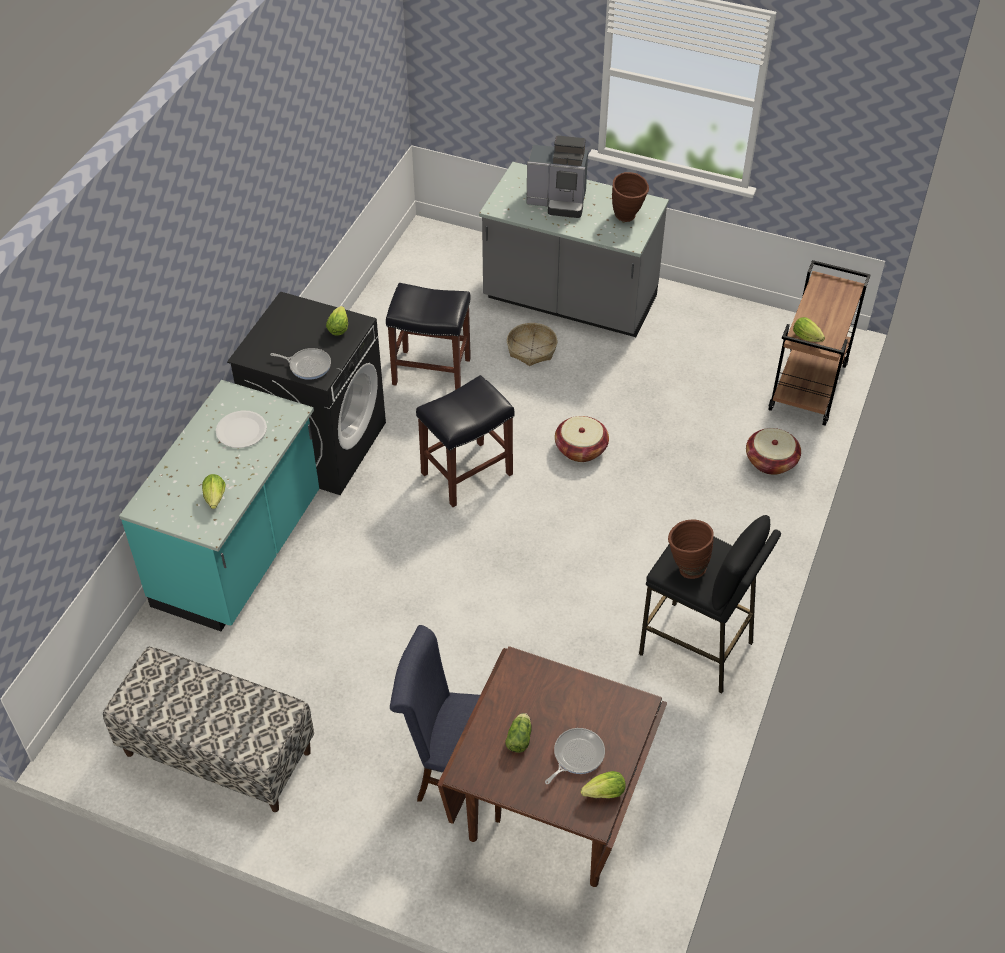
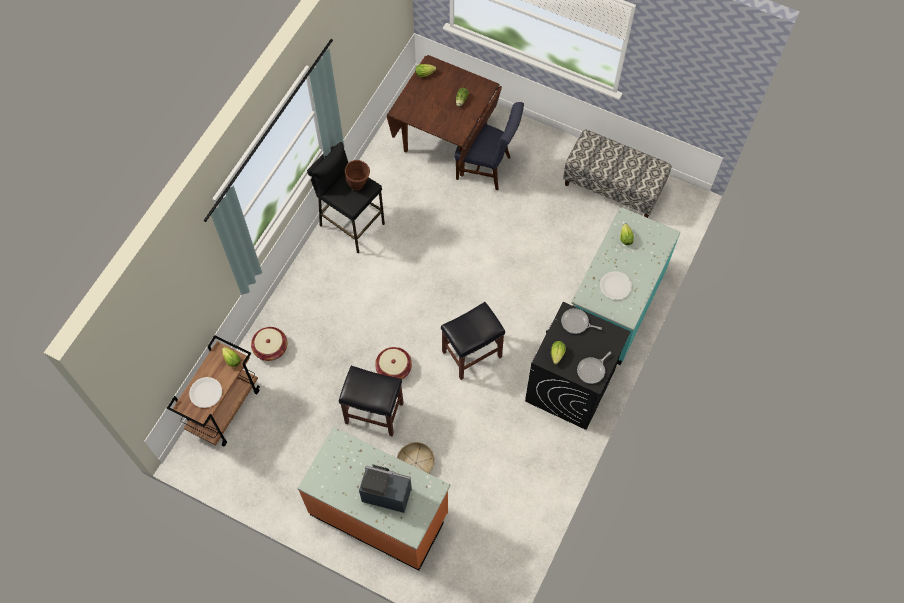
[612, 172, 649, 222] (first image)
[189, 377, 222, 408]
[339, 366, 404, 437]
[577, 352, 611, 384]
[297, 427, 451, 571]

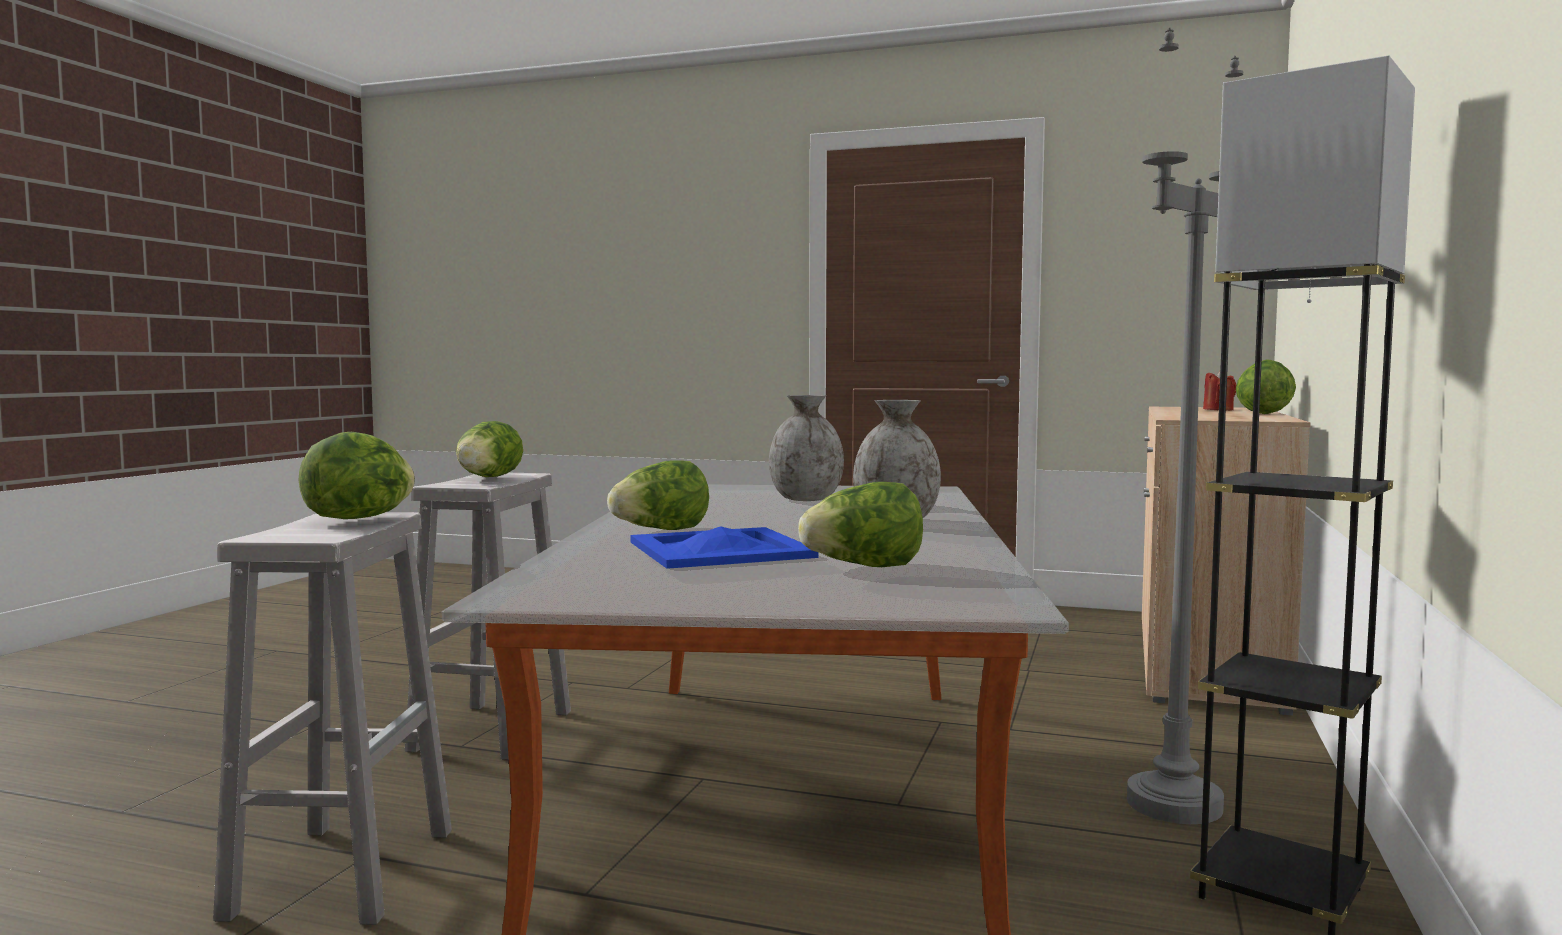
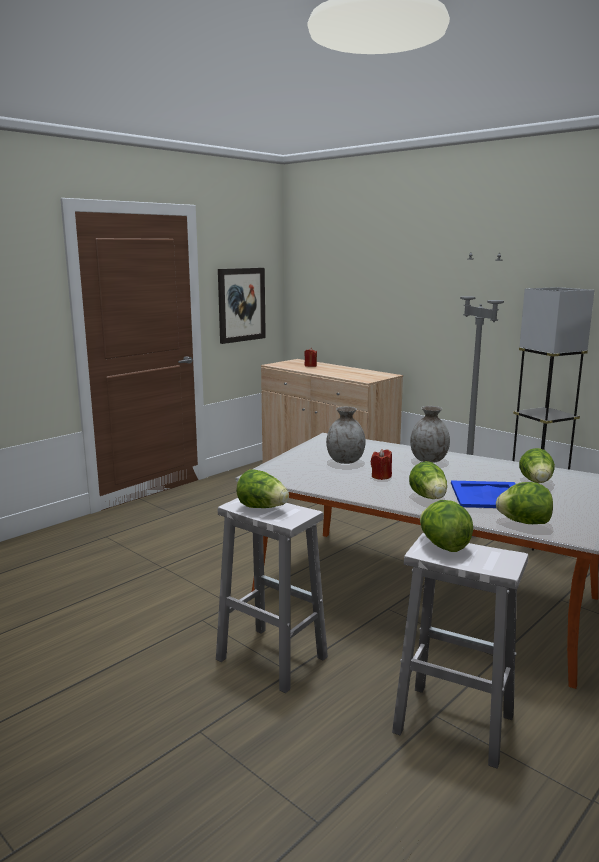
[218, 268, 266, 344]
[371, 449, 392, 480]
[496, 482, 553, 524]

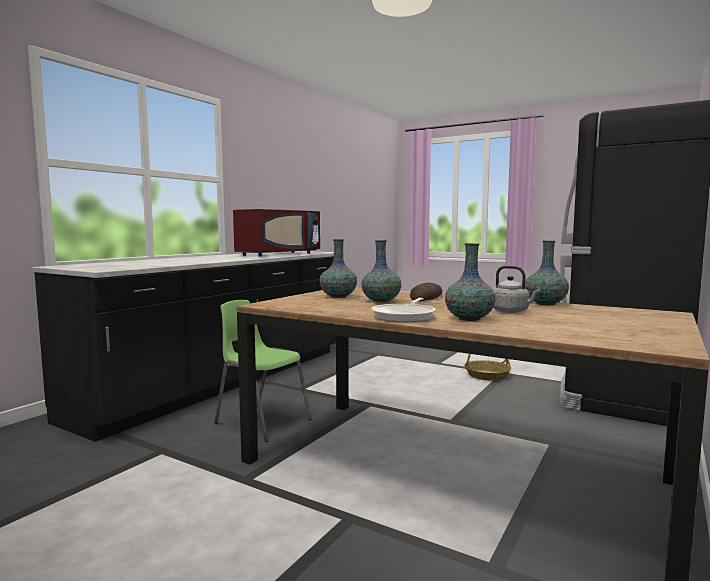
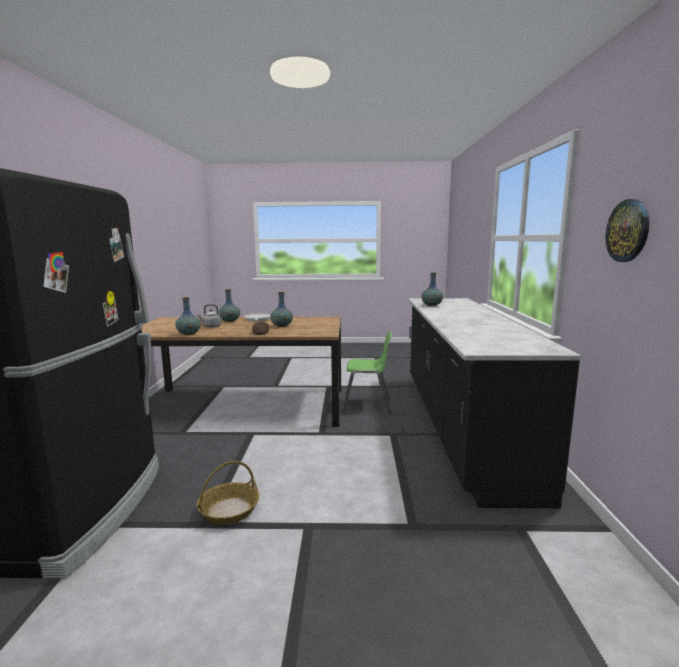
[233, 209, 320, 257] (first image)
[605, 199, 649, 262]
[421, 273, 443, 306]

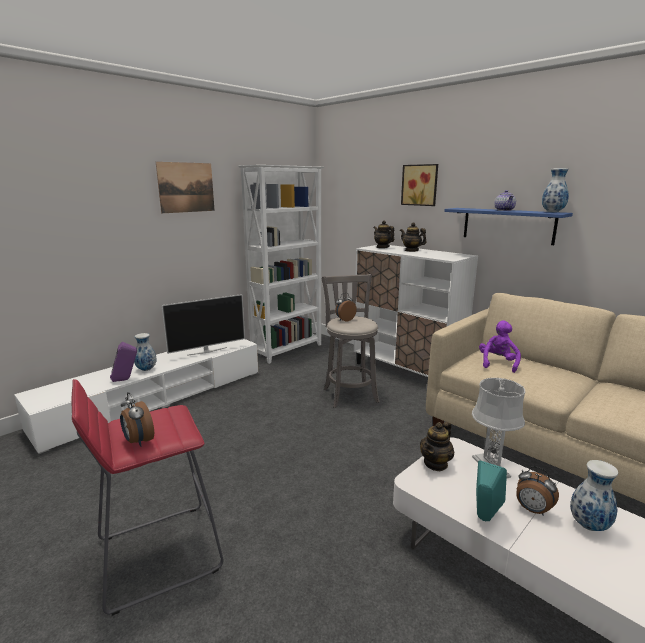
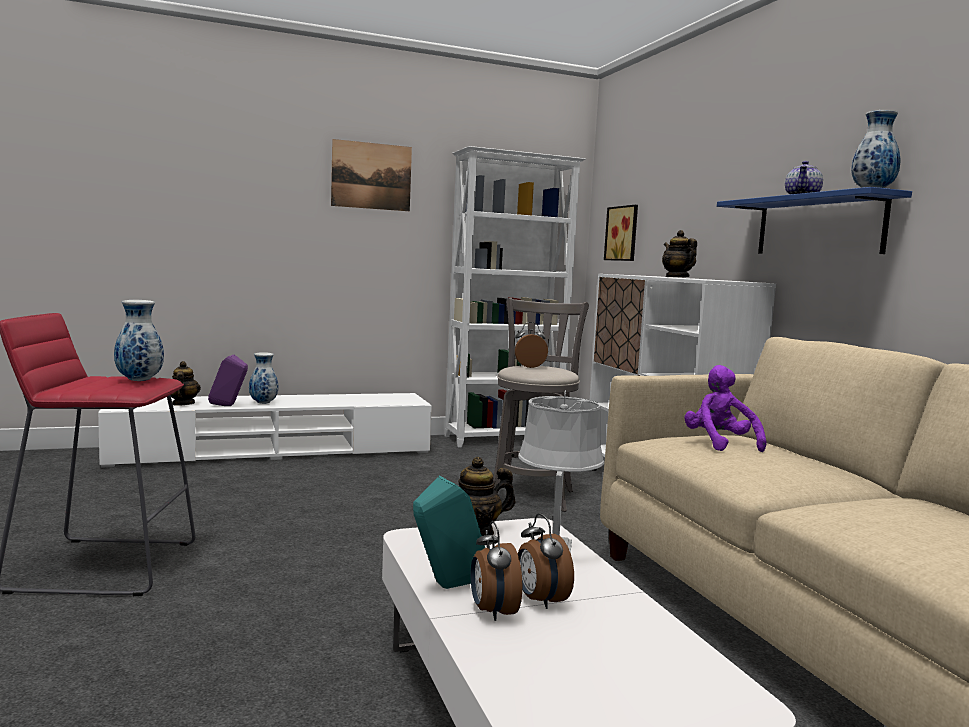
[162, 294, 245, 356] (first image)
[471, 521, 522, 621]
[171, 361, 201, 406]
[604, 205, 638, 261]
[114, 300, 164, 381]
[684, 365, 767, 452]

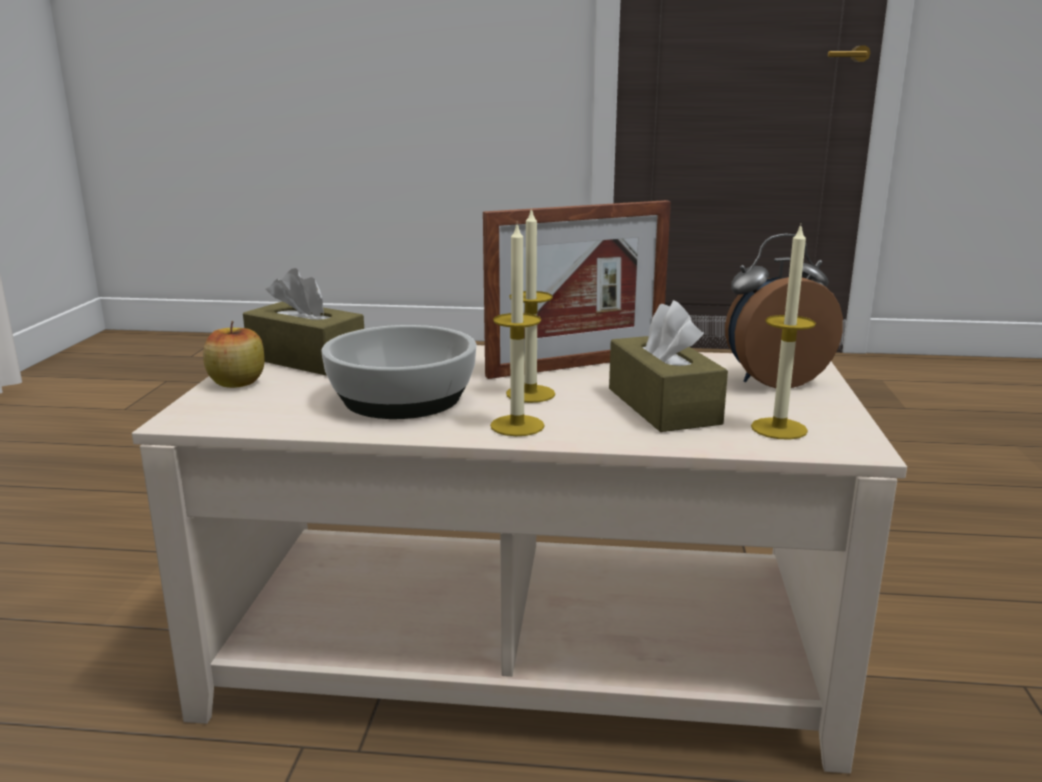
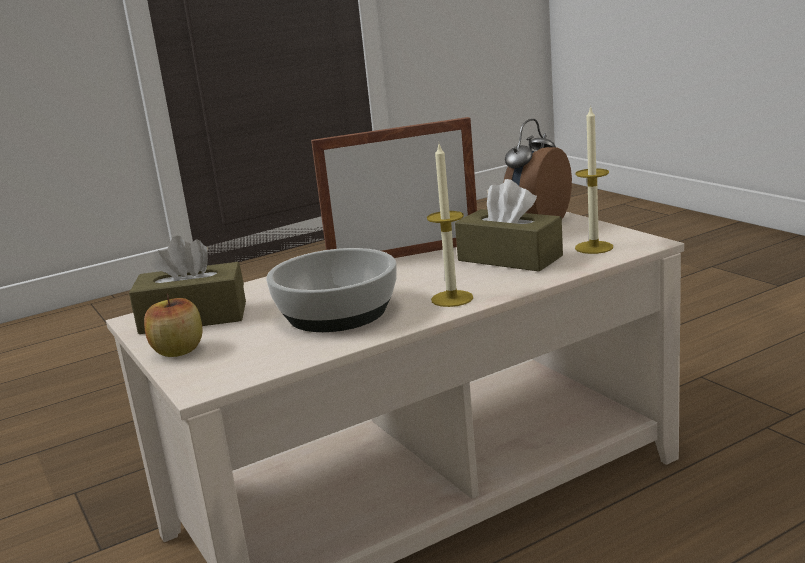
[506, 207, 555, 403] (first image)
[311, 117, 477, 258]

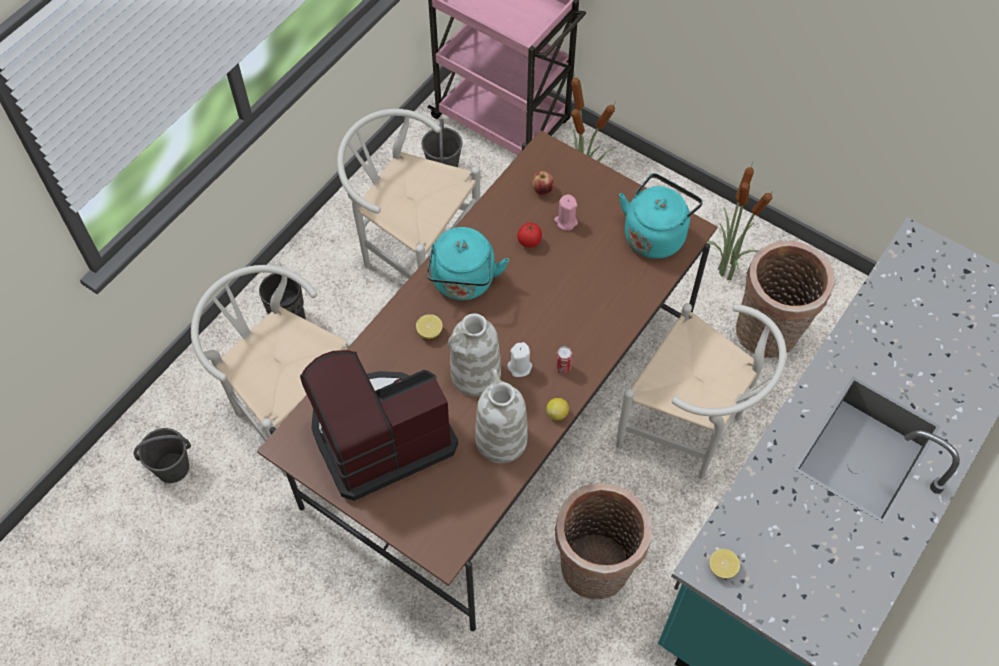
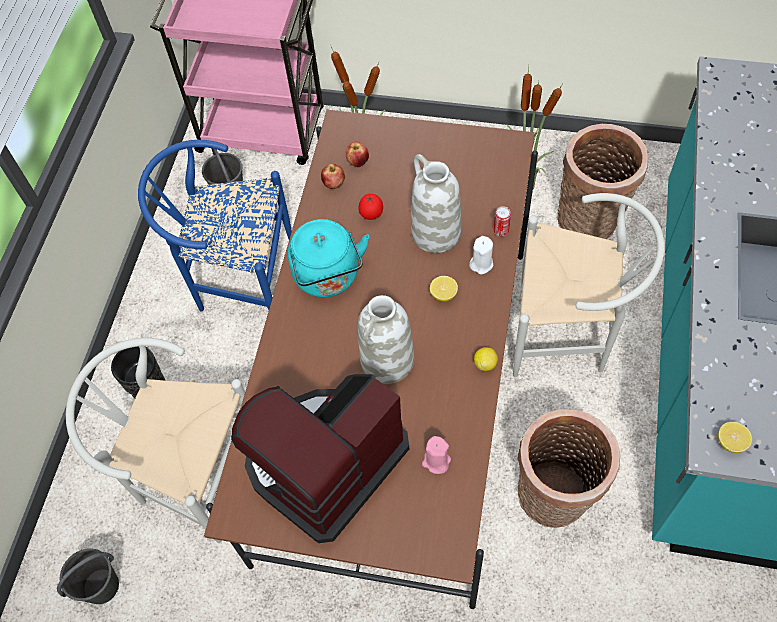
[619, 173, 703, 259] (first image)
[321, 164, 345, 189]
[430, 276, 458, 301]
[411, 154, 461, 253]
[469, 236, 493, 274]
[422, 436, 451, 474]
[494, 206, 511, 237]
[138, 140, 292, 311]

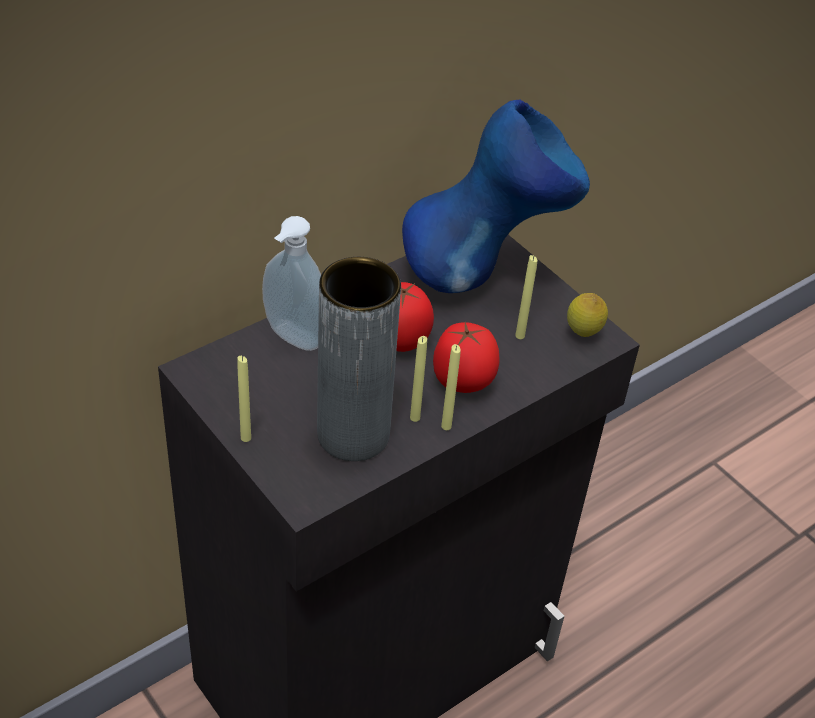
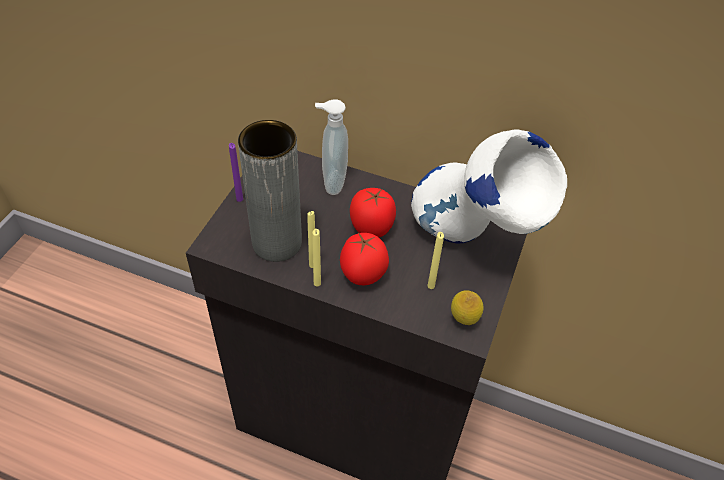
[229, 143, 243, 202]
[411, 129, 567, 243]

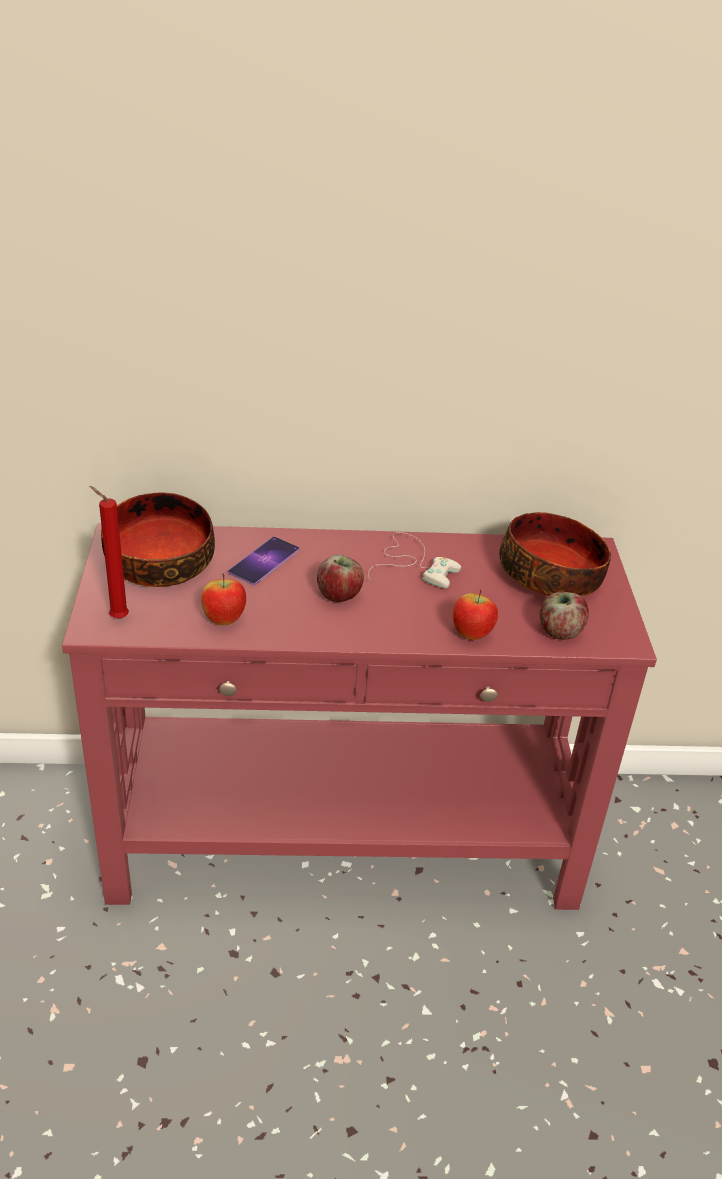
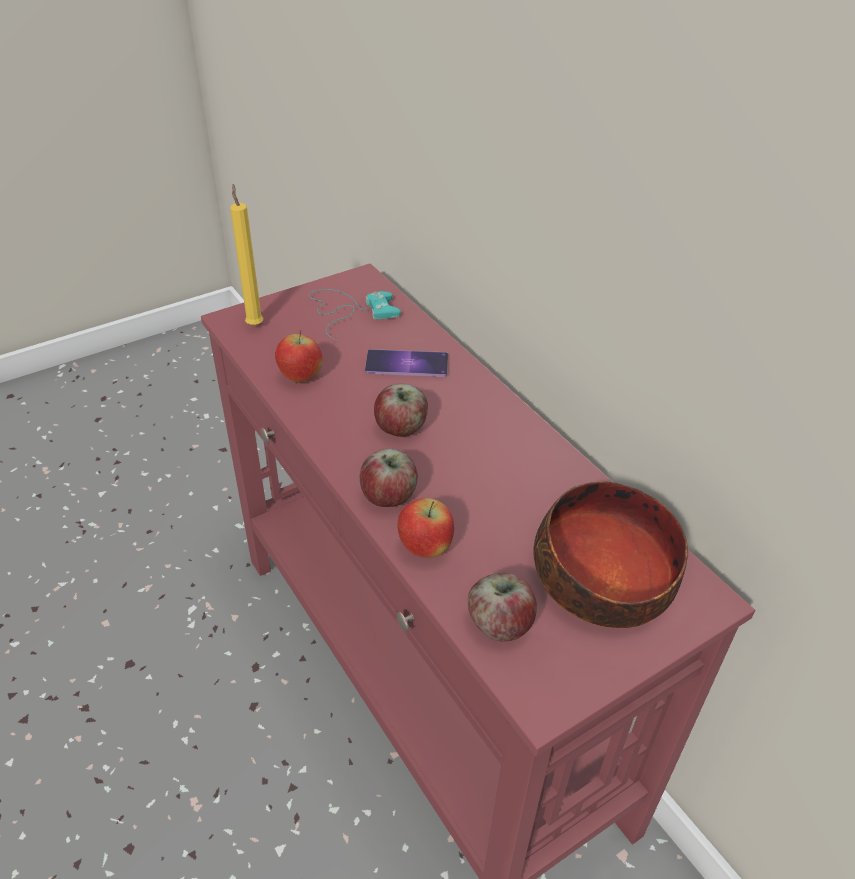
[368, 532, 461, 589] (first image)
[360, 449, 418, 507]
[309, 289, 401, 341]
[230, 184, 263, 326]

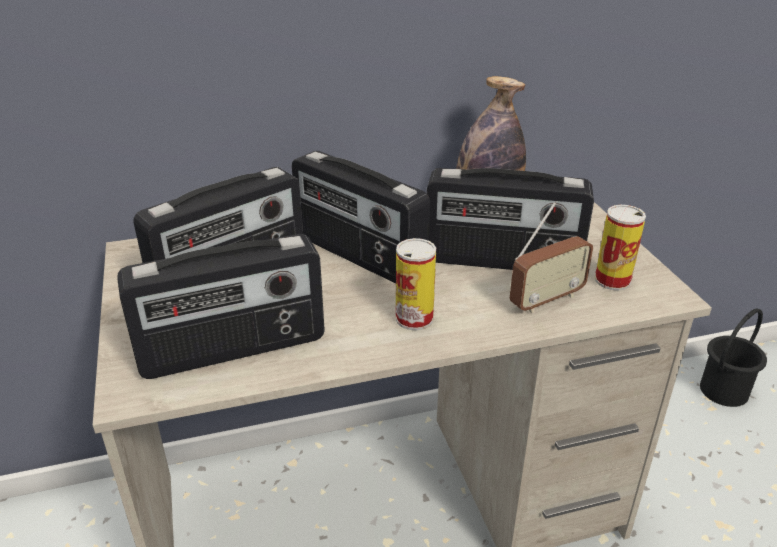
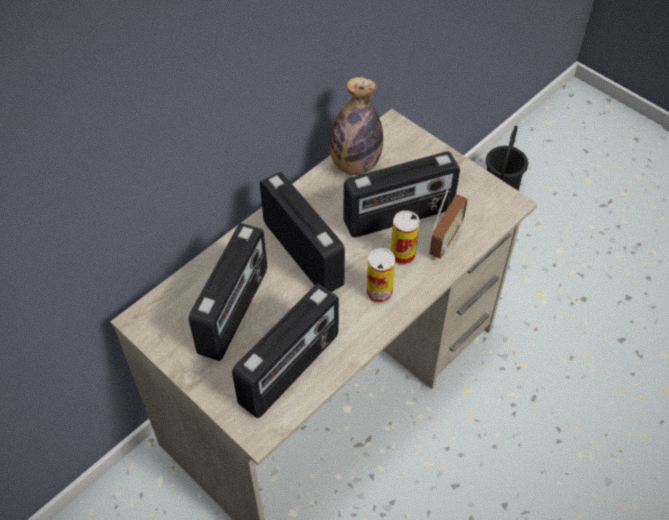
[391, 211, 420, 265]
[260, 172, 345, 292]

